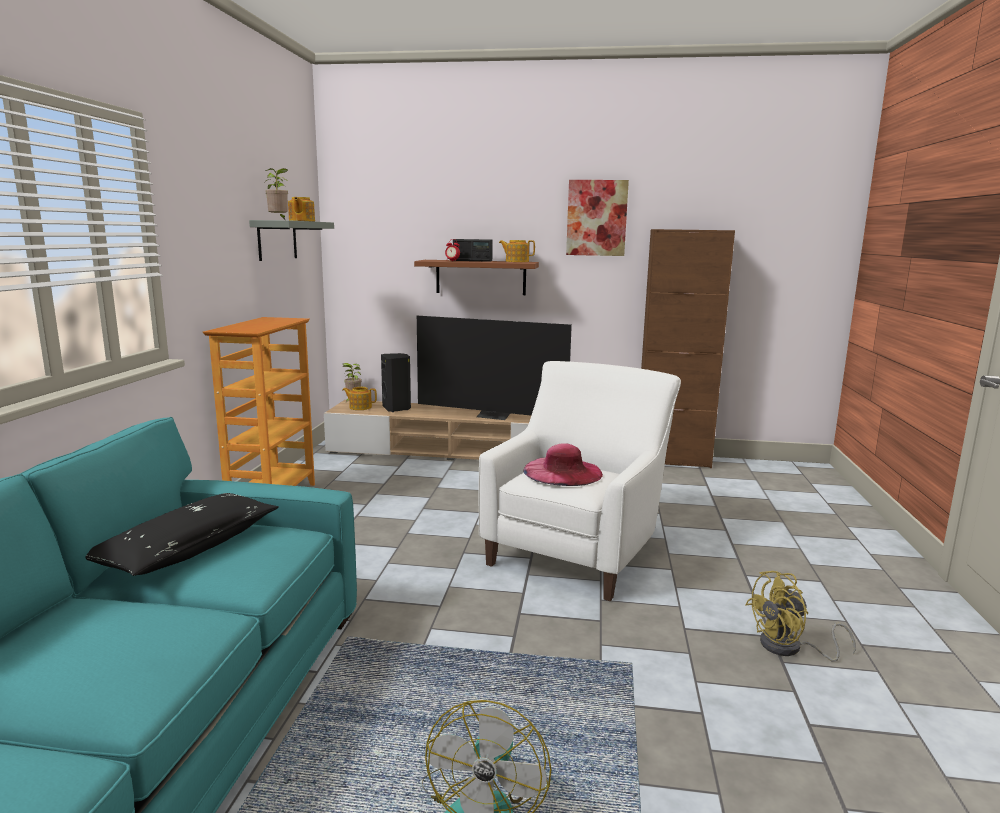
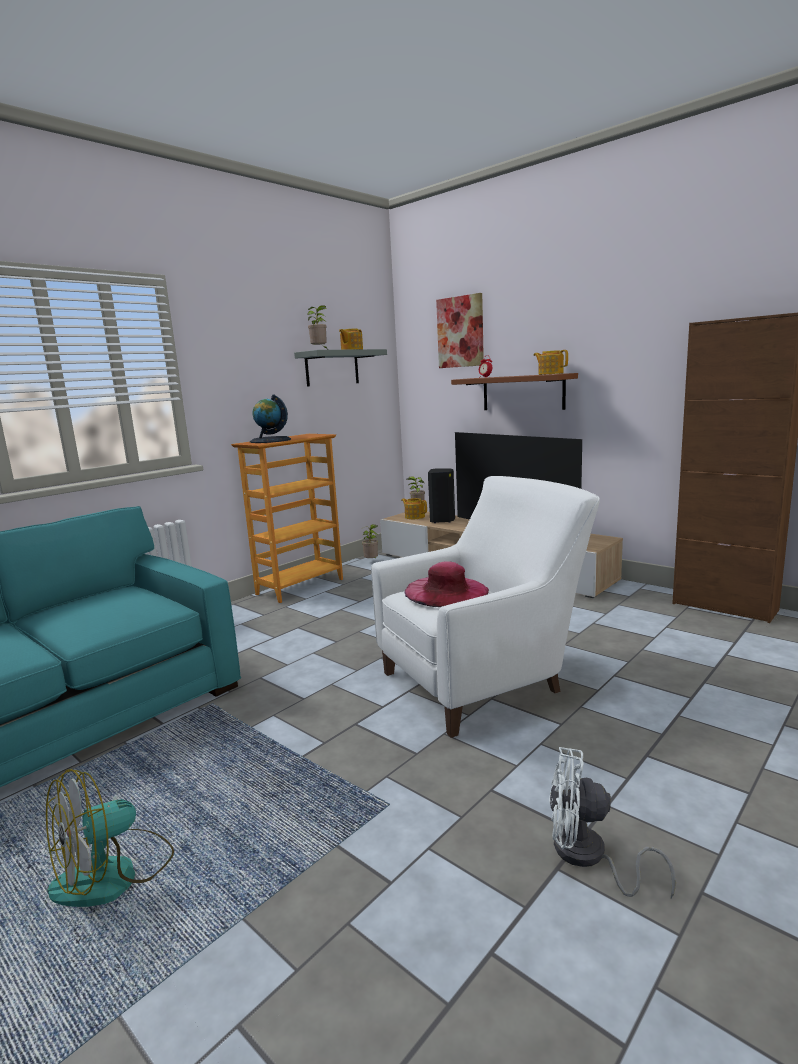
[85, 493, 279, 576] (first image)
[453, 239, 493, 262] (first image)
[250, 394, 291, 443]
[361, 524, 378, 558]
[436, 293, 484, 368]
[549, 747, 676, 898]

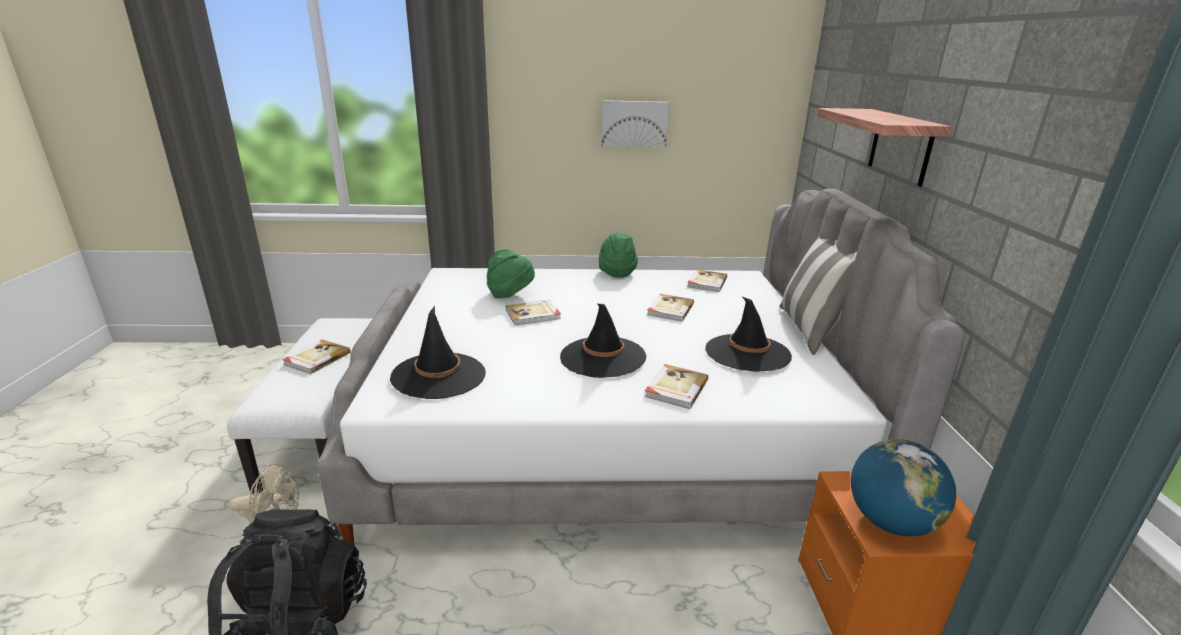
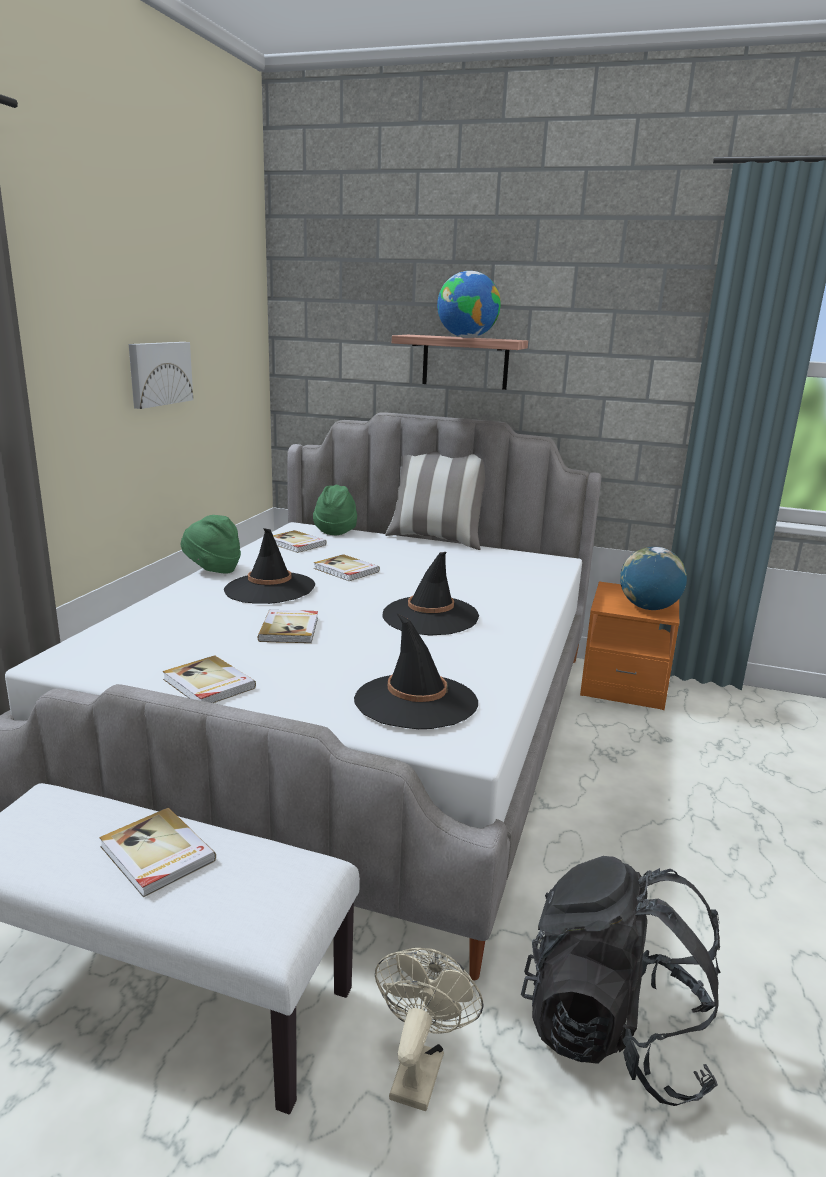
[437, 271, 501, 338]
[313, 485, 357, 535]
[163, 655, 256, 703]
[224, 528, 315, 604]

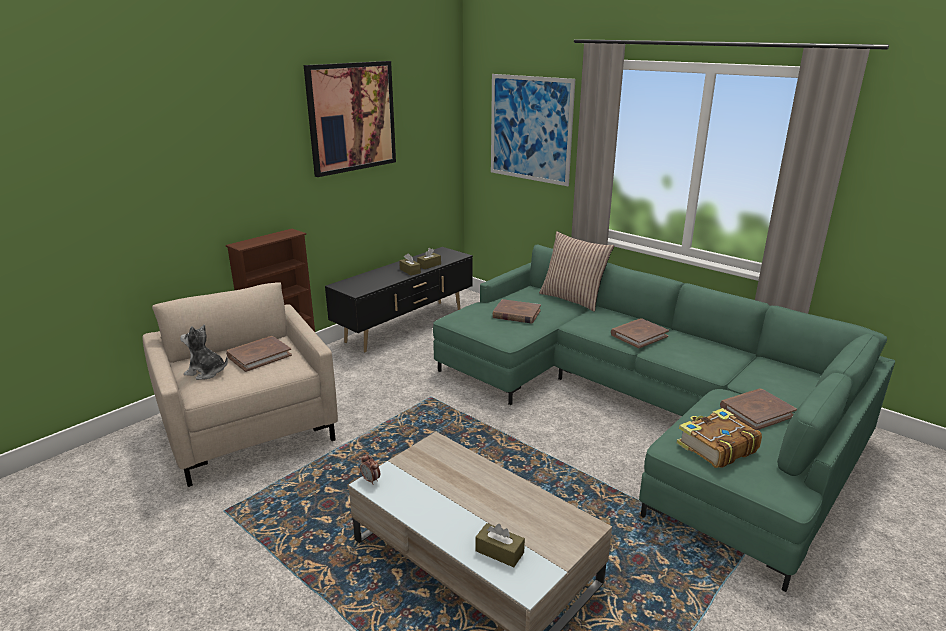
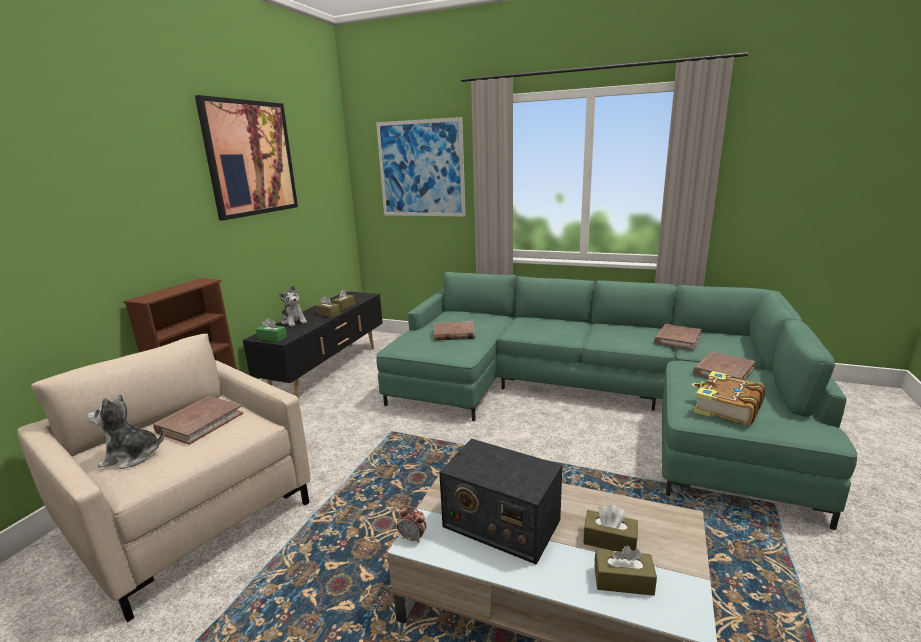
[539, 231, 614, 312] (first image)
[256, 318, 287, 342]
[278, 285, 307, 327]
[439, 439, 562, 565]
[583, 505, 638, 552]
[654, 324, 702, 350]

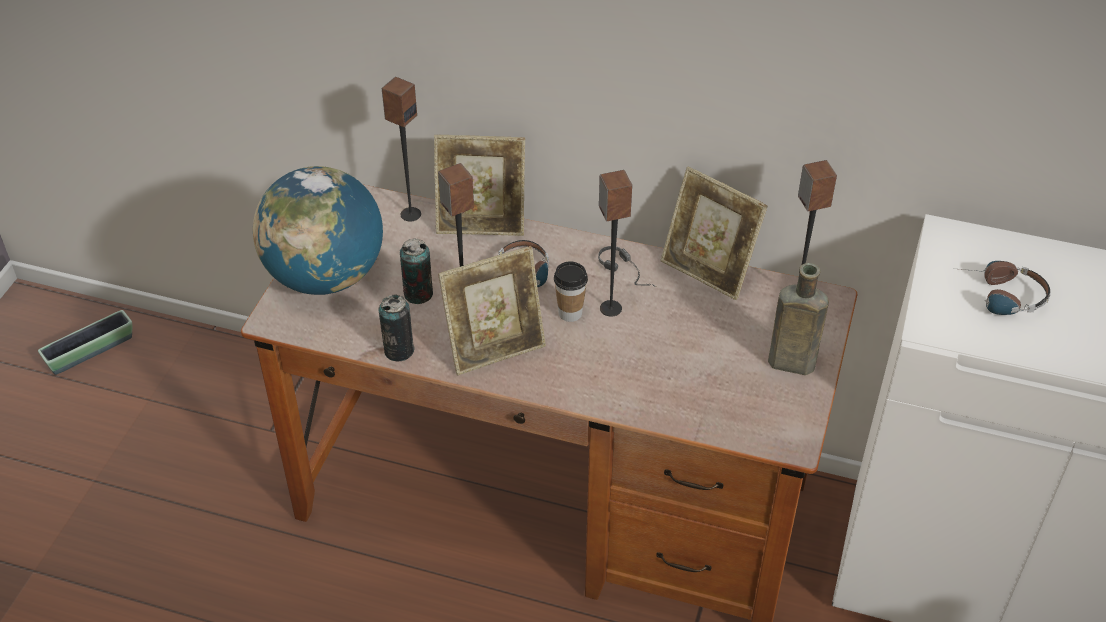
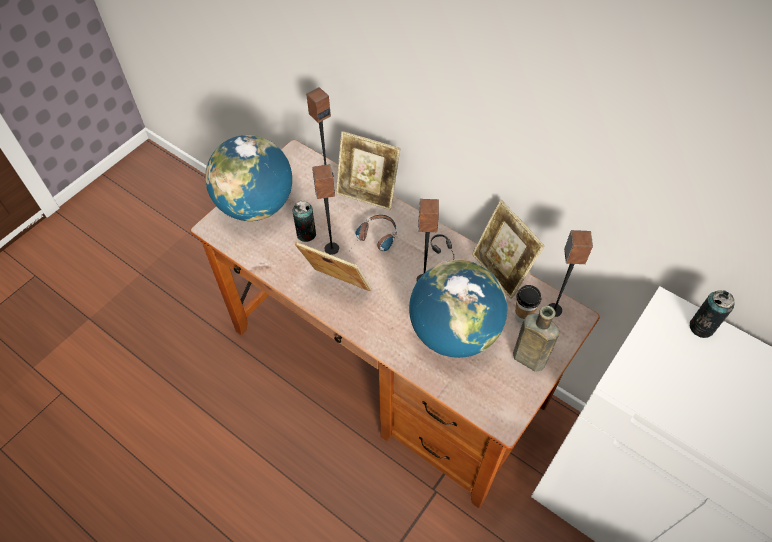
[38, 310, 132, 375] (first image)
[963, 261, 1051, 315] (first image)
[409, 260, 507, 358]
[690, 290, 735, 338]
[515, 285, 541, 323]
[294, 242, 372, 291]

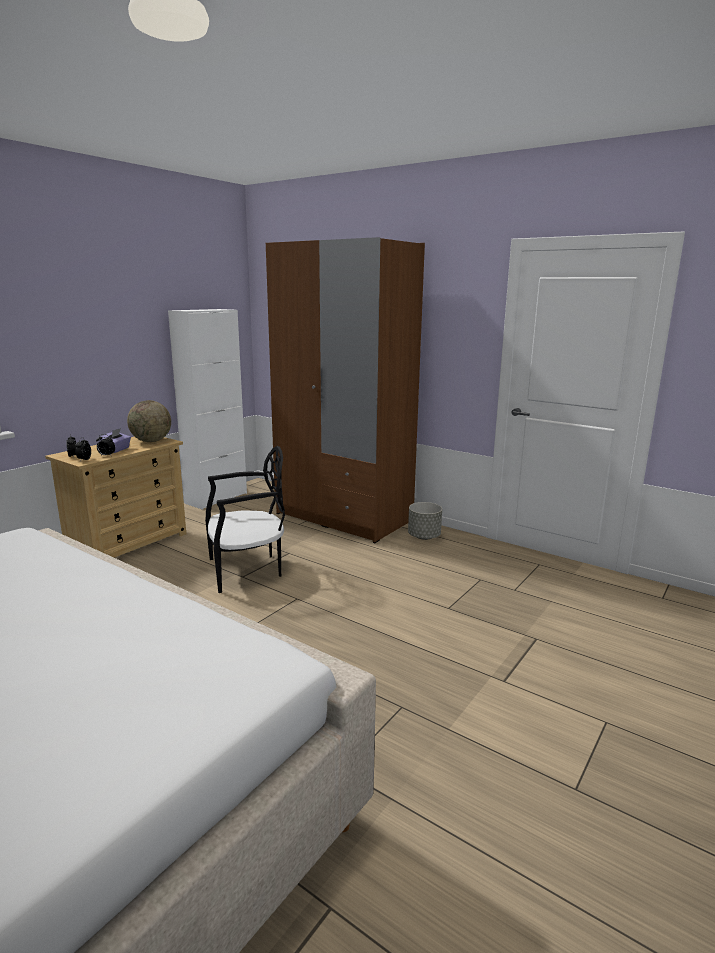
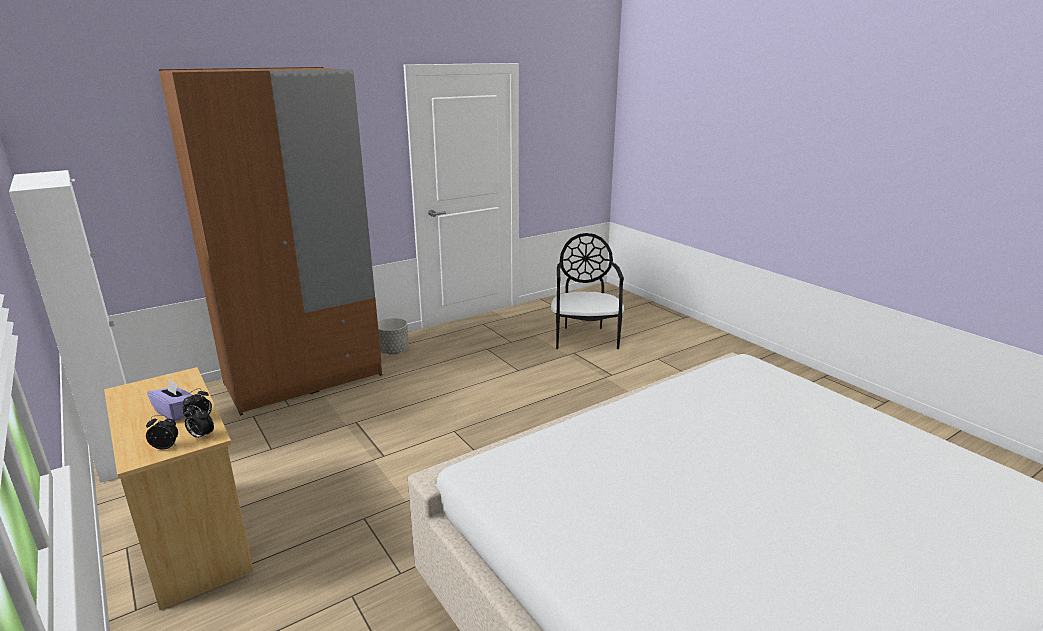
[127, 400, 171, 442] (first image)
[551, 233, 624, 349]

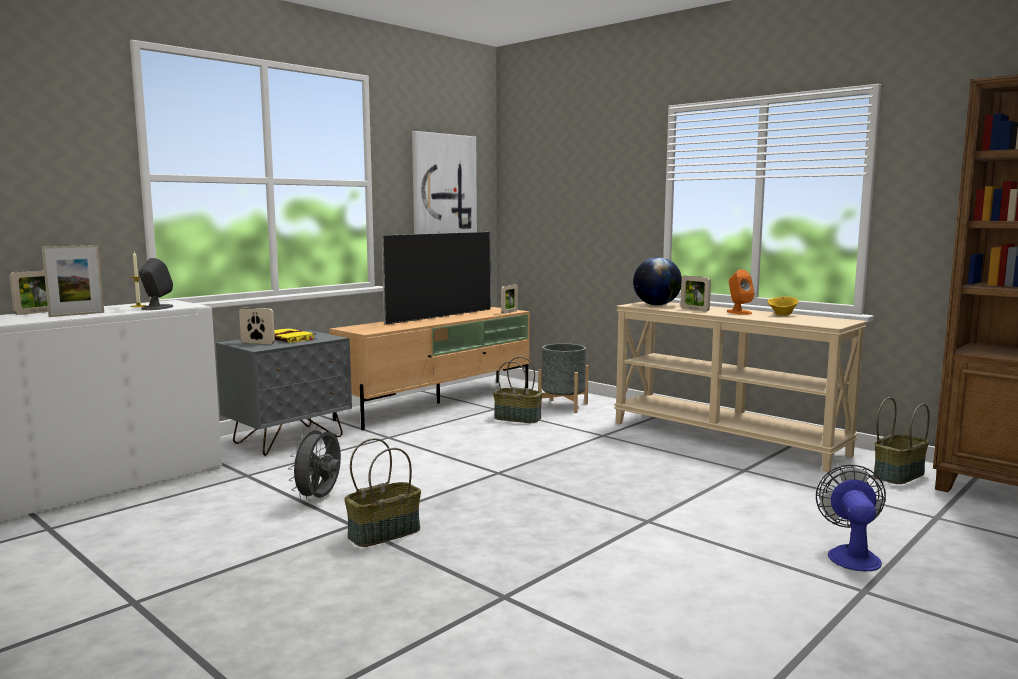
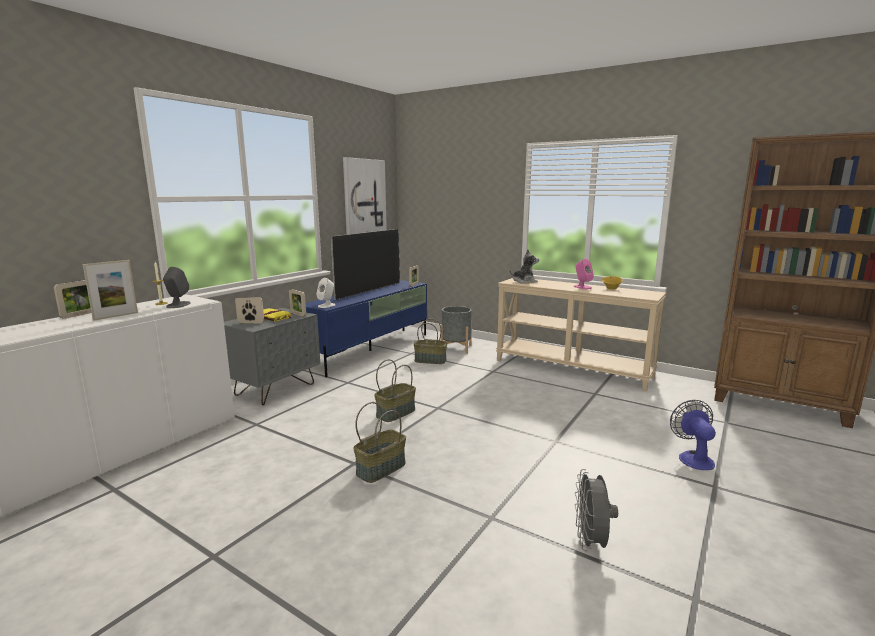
[316, 278, 335, 308]
[575, 469, 618, 551]
[289, 289, 306, 317]
[374, 359, 416, 422]
[509, 250, 539, 284]
[306, 280, 427, 377]
[574, 259, 594, 289]

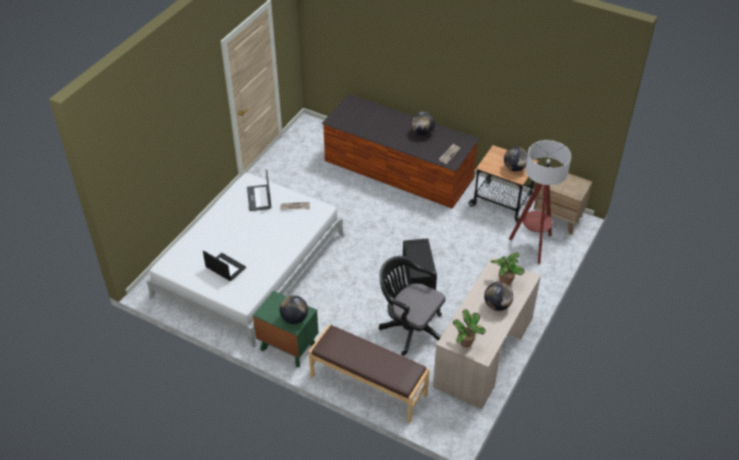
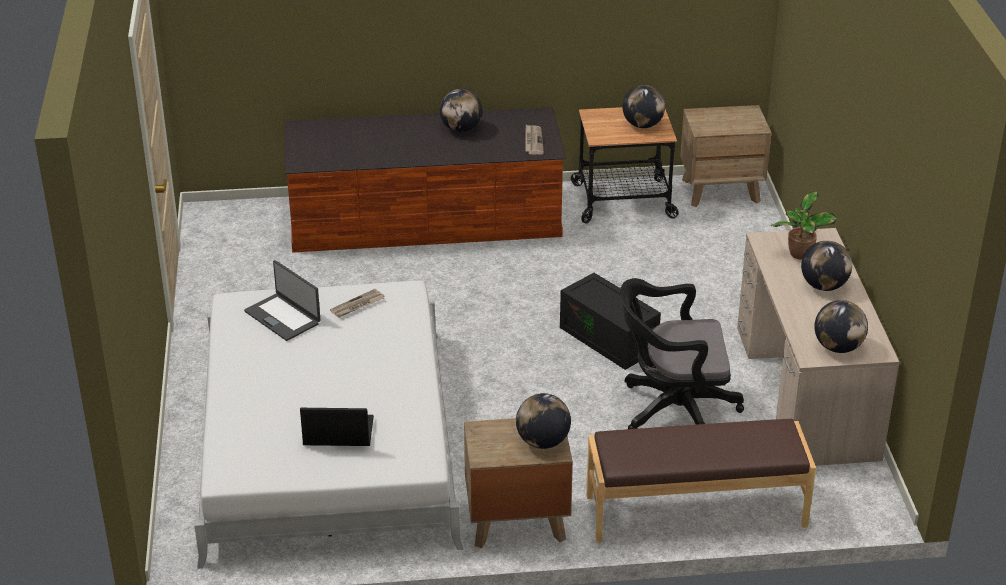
[509, 140, 571, 264] (first image)
[814, 300, 868, 353]
[464, 418, 573, 548]

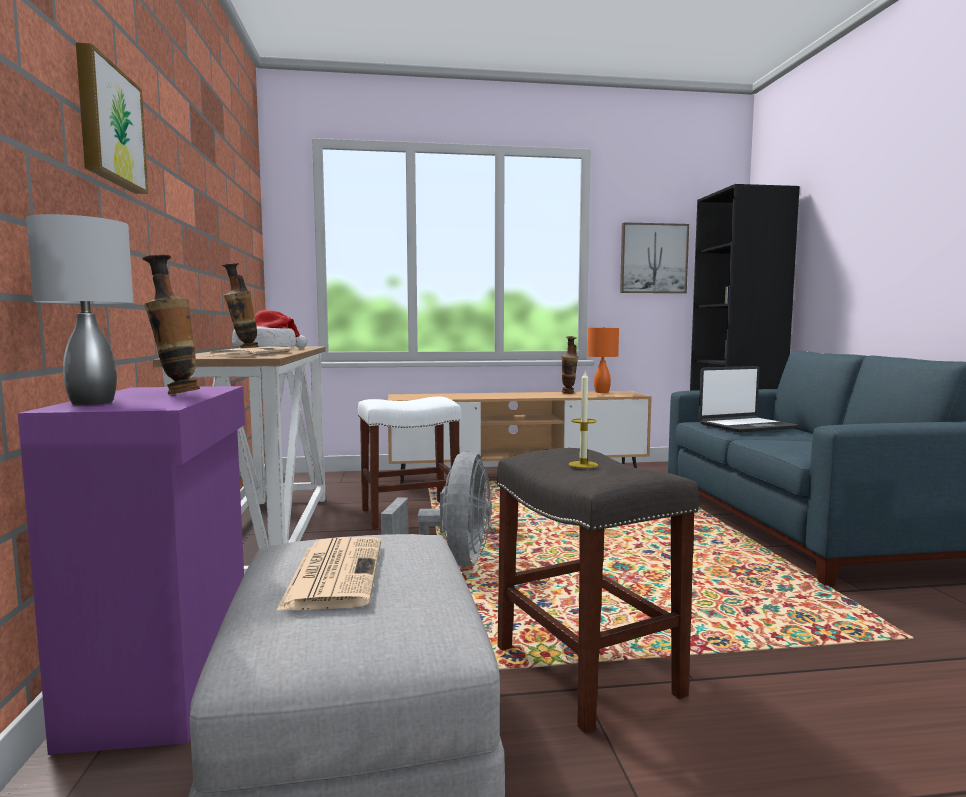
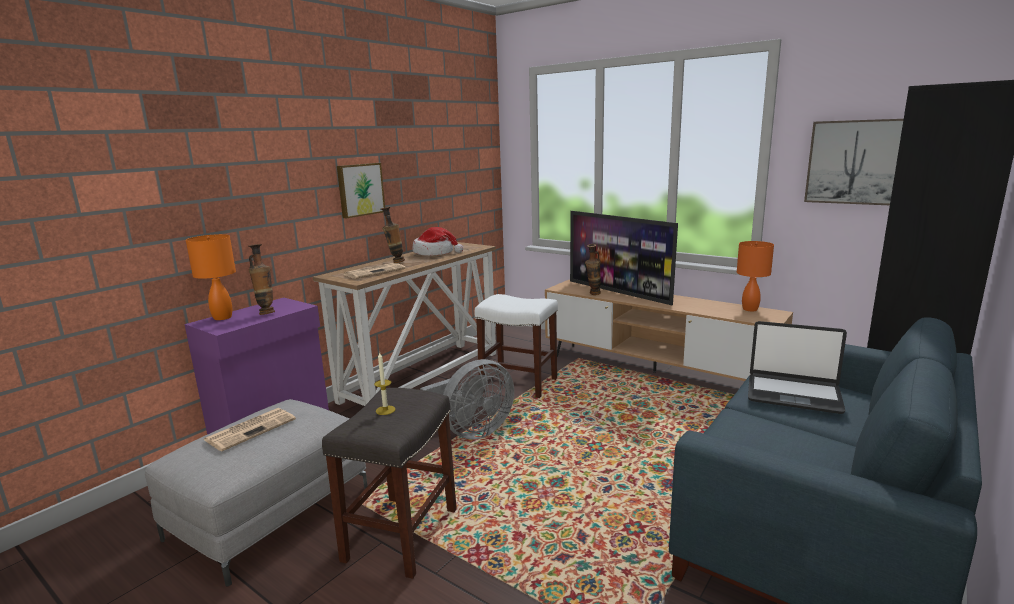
[570, 211, 678, 305]
[337, 163, 385, 218]
[585, 244, 601, 295]
[186, 234, 236, 320]

